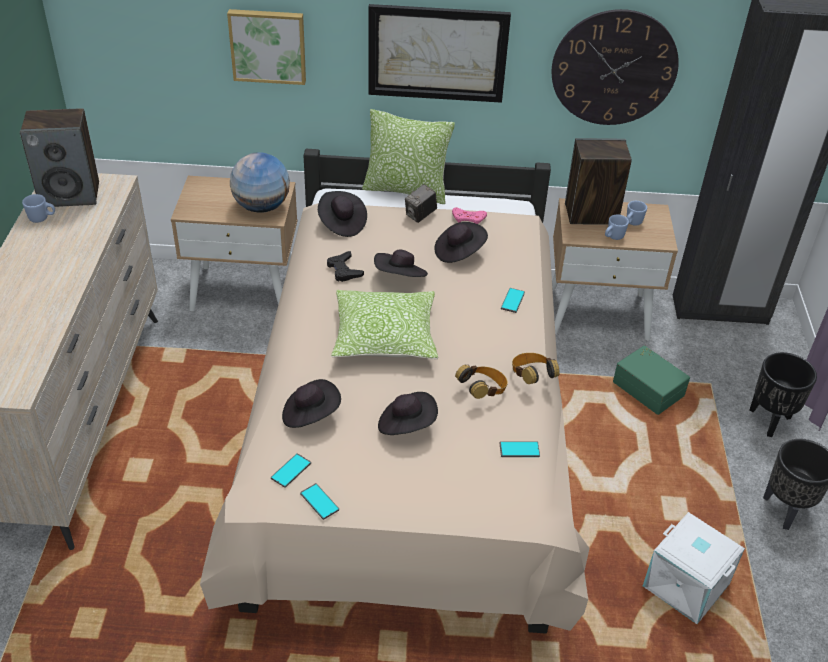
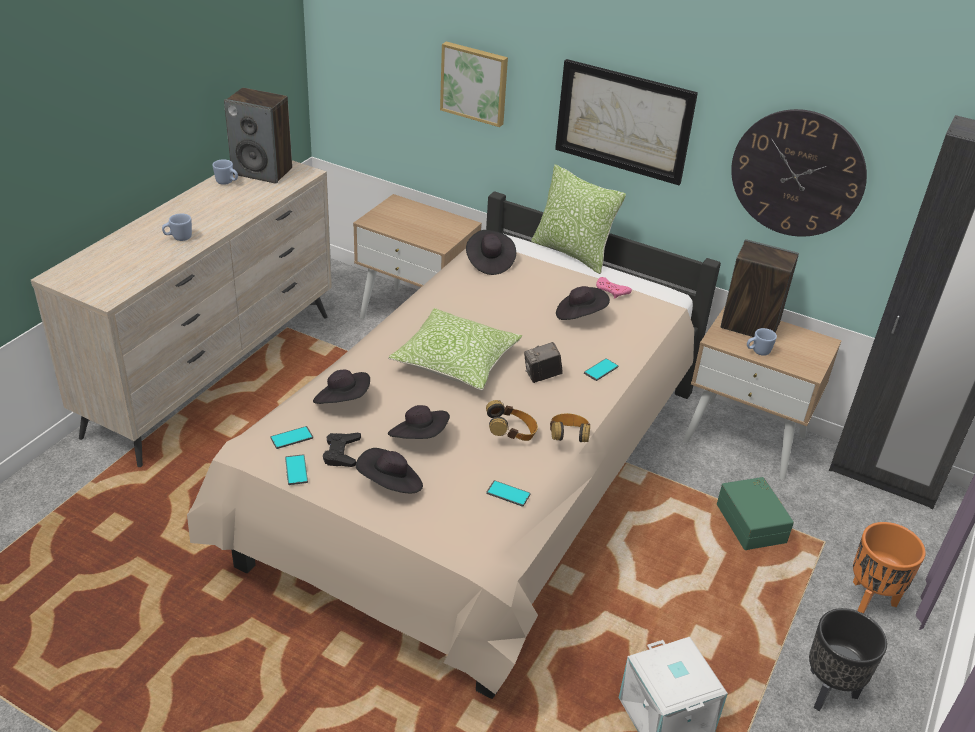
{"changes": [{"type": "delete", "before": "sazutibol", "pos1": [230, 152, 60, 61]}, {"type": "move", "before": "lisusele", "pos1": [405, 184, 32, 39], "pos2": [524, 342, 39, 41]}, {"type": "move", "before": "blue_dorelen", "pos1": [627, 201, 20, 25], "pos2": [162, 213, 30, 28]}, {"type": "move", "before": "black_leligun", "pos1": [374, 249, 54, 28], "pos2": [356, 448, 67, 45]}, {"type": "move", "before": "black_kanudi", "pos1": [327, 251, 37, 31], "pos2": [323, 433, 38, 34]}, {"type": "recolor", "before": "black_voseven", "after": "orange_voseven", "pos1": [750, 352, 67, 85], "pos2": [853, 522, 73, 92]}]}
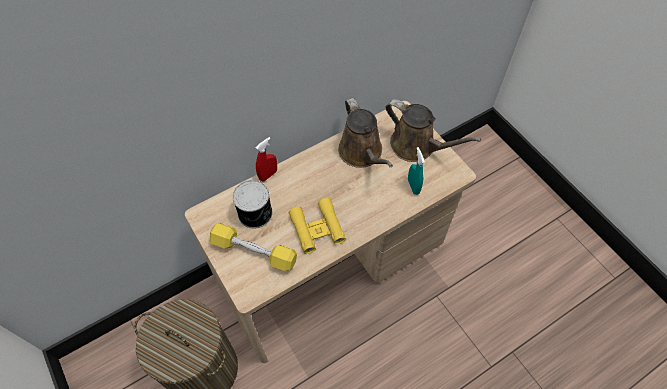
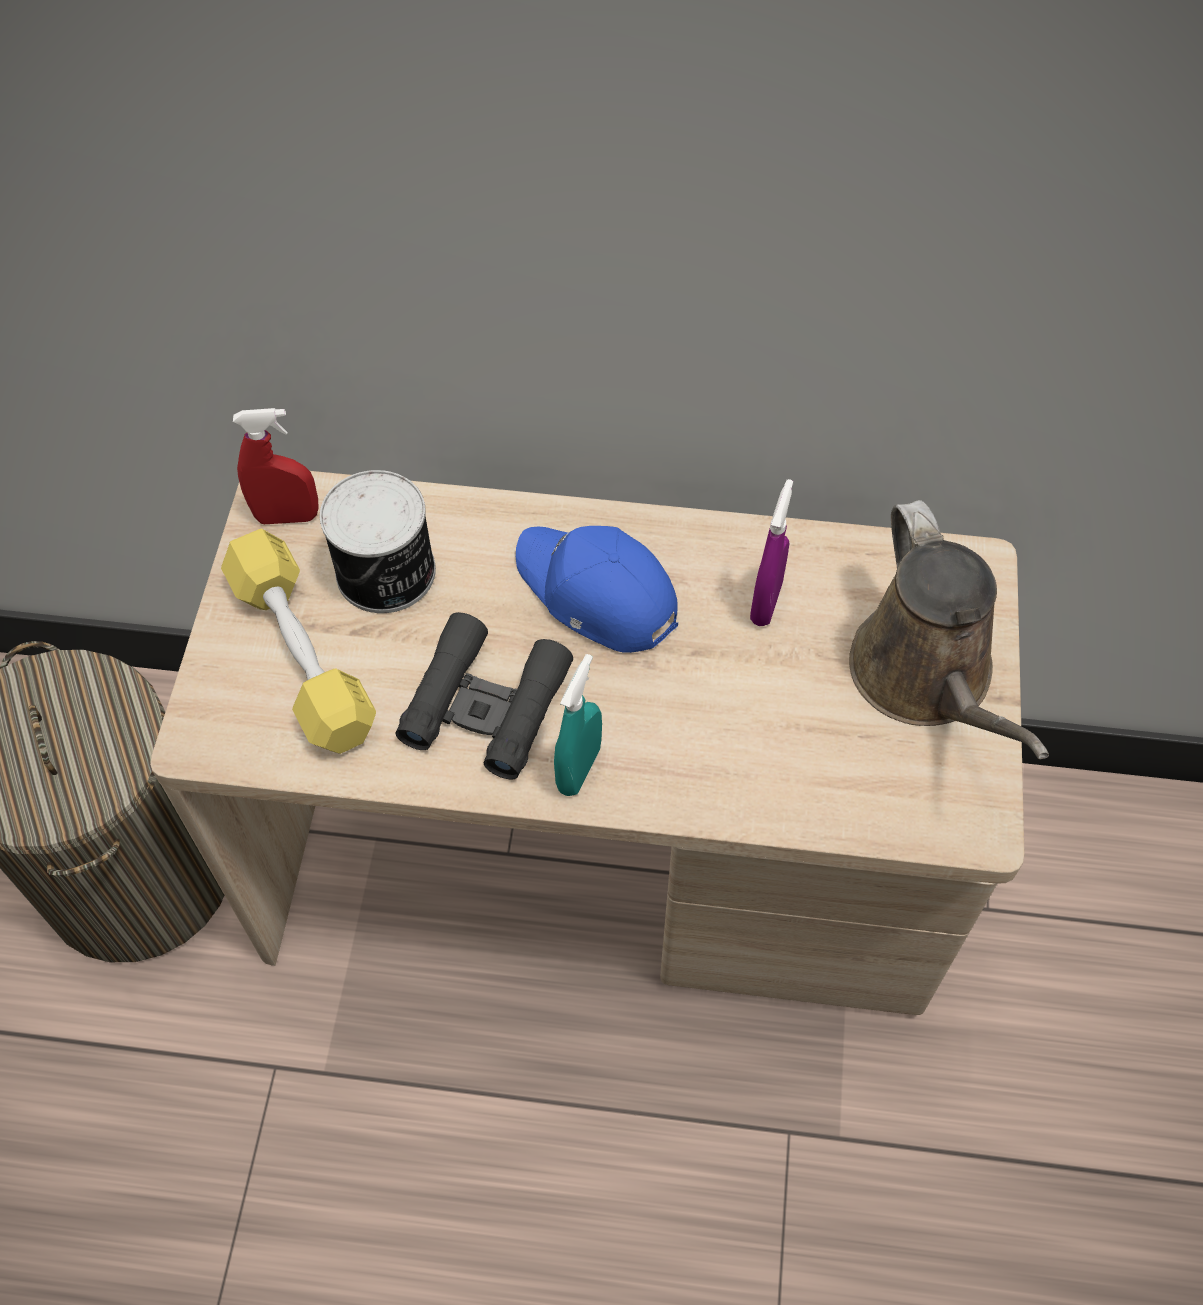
{"changes": [{"type": "replace", "before": "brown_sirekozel", "after": "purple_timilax", "pos1": [338, 98, 55, 70], "pos2": [750, 479, 43, 147]}, {"type": "move", "before": "red_timilax", "pos1": [256, 137, 21, 44], "pos2": [233, 408, 86, 116]}, {"type": "move", "before": "turquoise_timilax", "pos1": [408, 147, 17, 48], "pos2": [554, 654, 48, 142]}, {"type": "recolor", "before": "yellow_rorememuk", "after": "black_rorememuk", "pos1": [289, 198, 57, 56], "pos2": [395, 612, 178, 168]}, {"type": "insert", "after": "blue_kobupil", "pos2": [516, 526, 162, 127]}]}
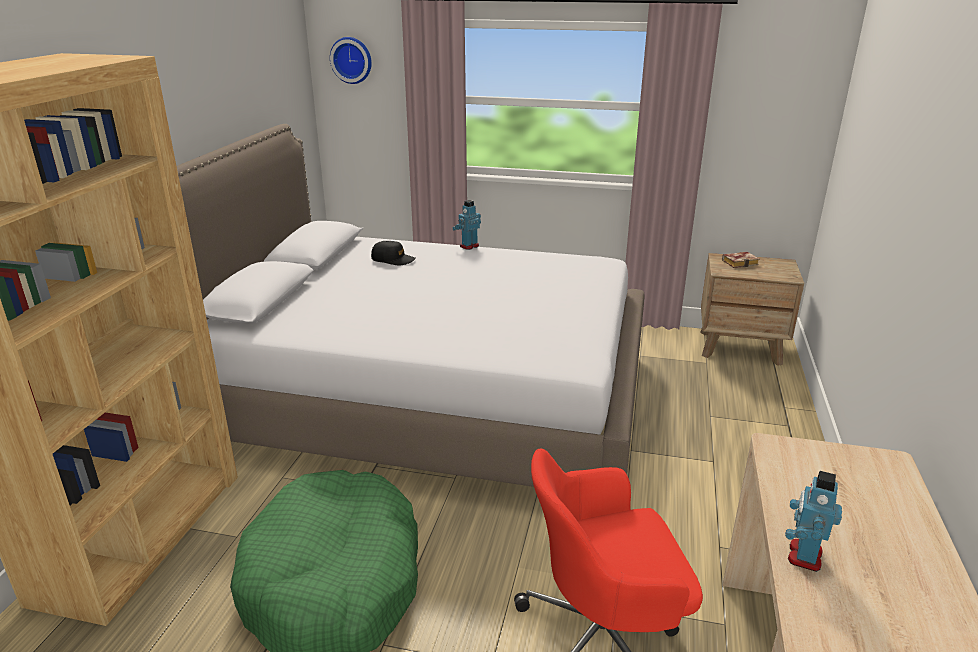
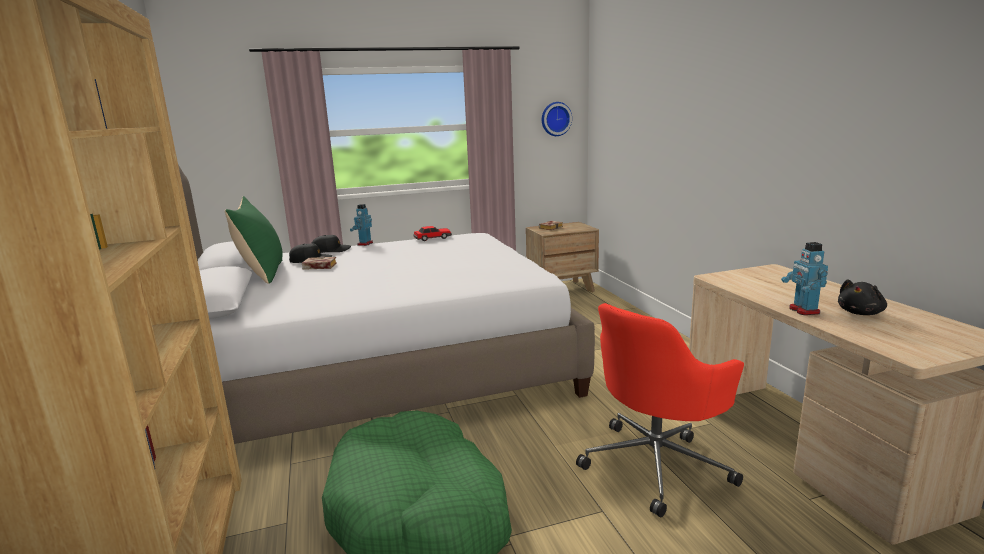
{"changes": [{"type": "move", "before": "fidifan", "pos1": [330, 37, 42, 47], "pos2": [542, 102, 30, 34]}, {"type": "insert", "after": "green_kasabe", "pos2": [225, 196, 58, 88]}, {"type": "insert", "after": "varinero", "pos2": [413, 226, 39, 15]}, {"type": "insert", "after": "black_kobupil", "pos2": [311, 235, 40, 18]}, {"type": "insert", "after": "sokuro", "pos2": [302, 256, 35, 14]}, {"type": "insert", "after": "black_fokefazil", "pos2": [838, 279, 49, 36]}]}
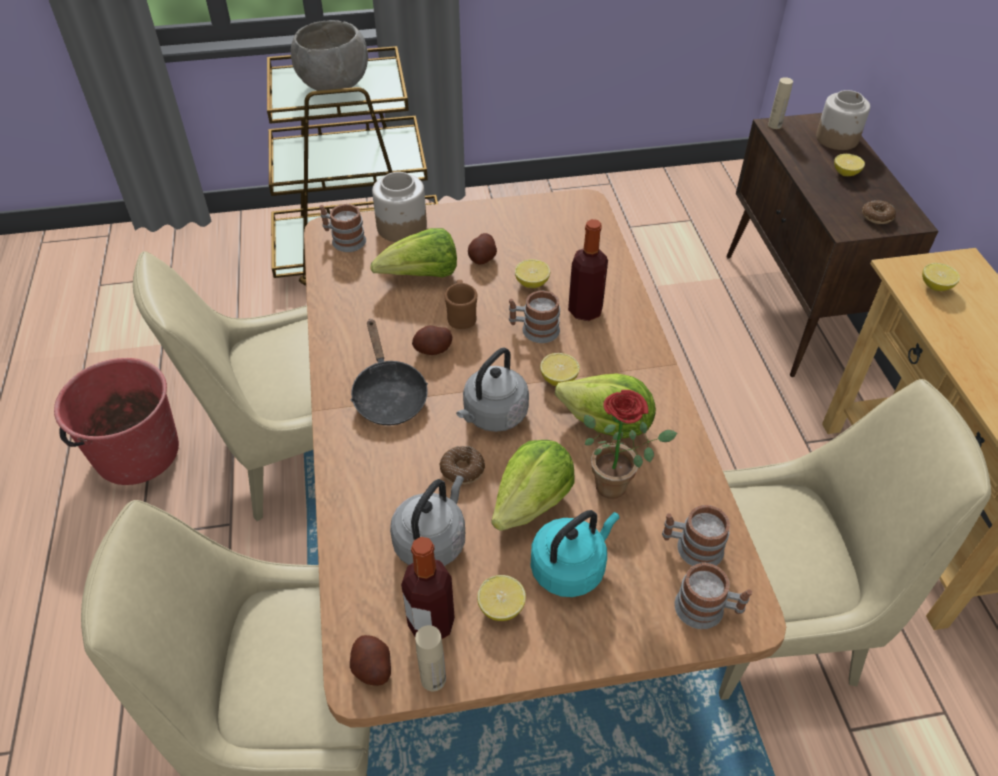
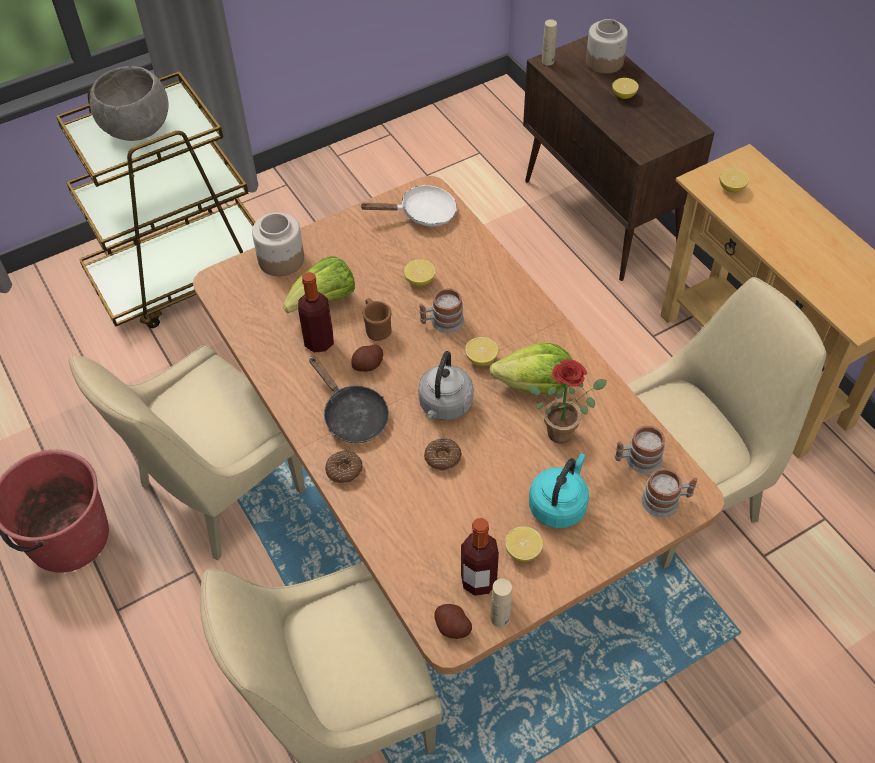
{"changes": [{"type": "move", "before": "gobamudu", "pos1": [862, 200, 34, 24], "pos2": [325, 451, 37, 33]}, {"type": "delete", "before": "dorelen", "pos1": [319, 204, 47, 48]}, {"type": "move", "before": "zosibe", "pos1": [568, 219, 40, 102], "pos2": [298, 272, 36, 81]}, {"type": "delete", "before": "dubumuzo", "pos1": [468, 233, 29, 31]}, {"type": "delete", "before": "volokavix", "pos1": [491, 440, 84, 91]}, {"type": "delete", "before": "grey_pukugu", "pos1": [390, 476, 75, 90]}, {"type": "insert", "after": "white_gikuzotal", "pos2": [360, 185, 97, 42]}]}
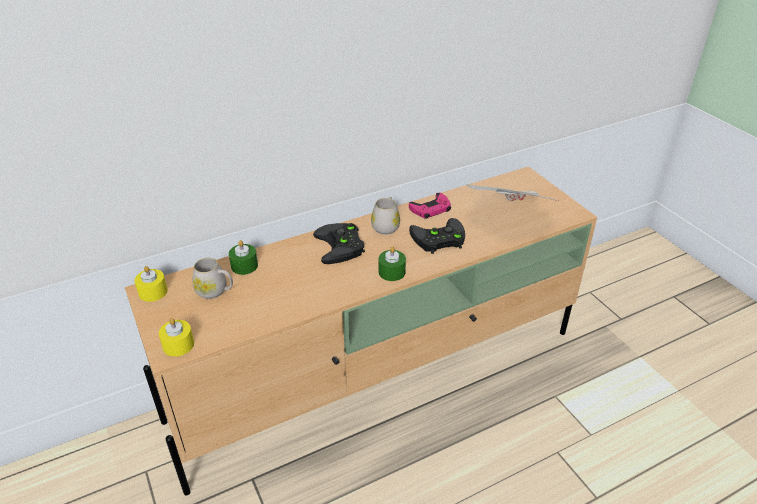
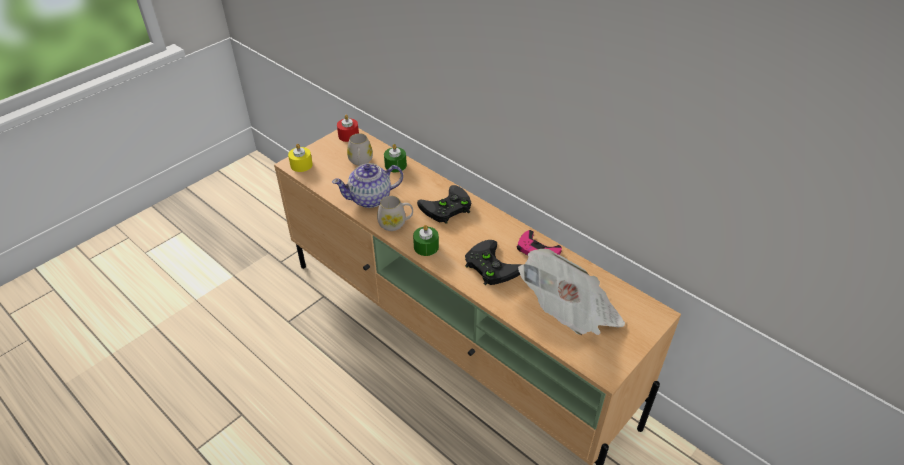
{"changes": [{"type": "move", "before": "white_dorelen", "pos1": [371, 197, 29, 38], "pos2": [377, 196, 36, 35]}, {"type": "recolor", "before": "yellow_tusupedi", "after": "red_tusupedi", "pos1": [134, 266, 34, 36], "pos2": [337, 115, 22, 27]}, {"type": "insert", "after": "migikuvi", "pos2": [332, 163, 71, 45]}]}
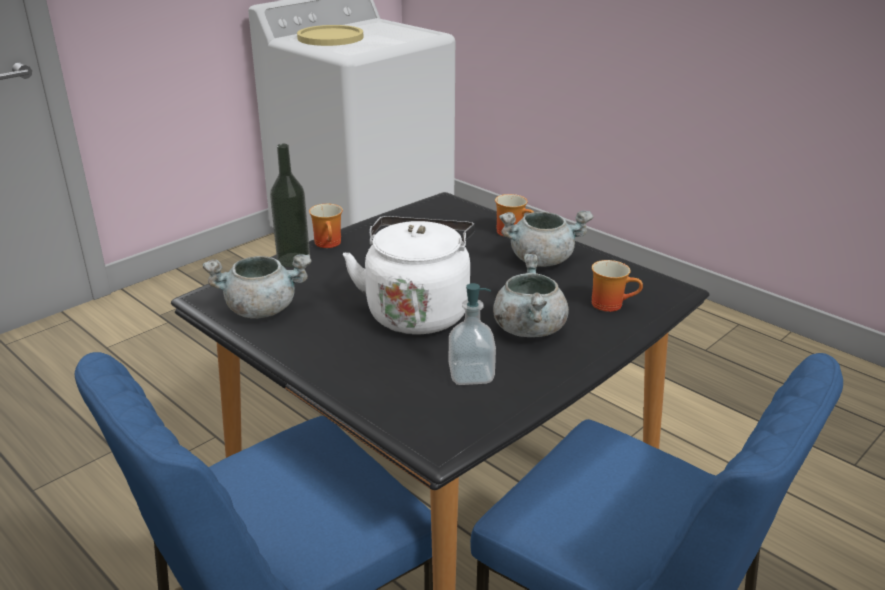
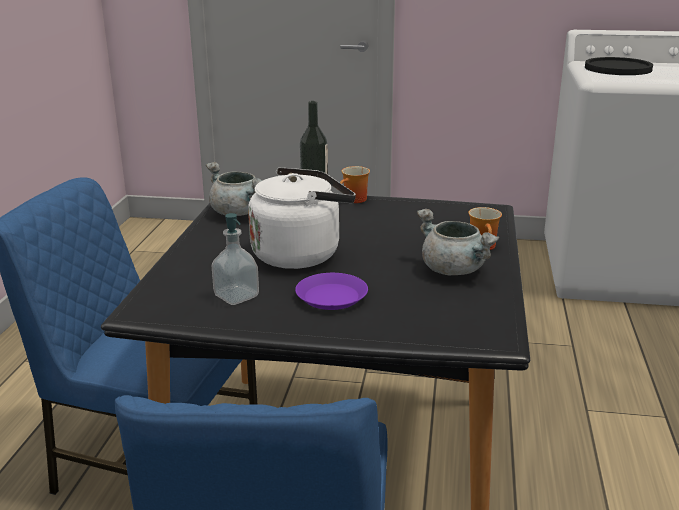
{"changes": [{"type": "recolor", "before": "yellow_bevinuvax", "after": "black_bevinuvax", "pos1": [297, 25, 67, 21], "pos2": [585, 57, 68, 18]}, {"type": "replace", "before": "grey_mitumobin", "after": "purple_bevinuvax", "pos1": [493, 254, 76, 83], "pos2": [295, 273, 73, 37]}, {"type": "delete", "before": "dorelen", "pos1": [592, 260, 51, 52]}]}
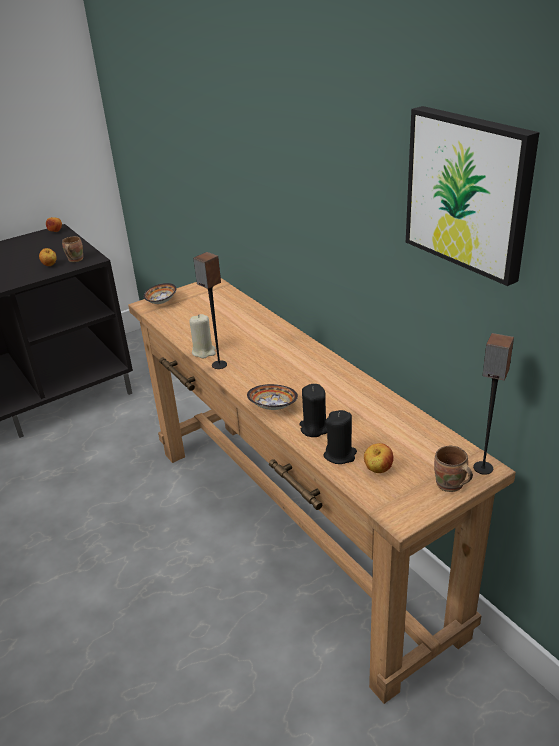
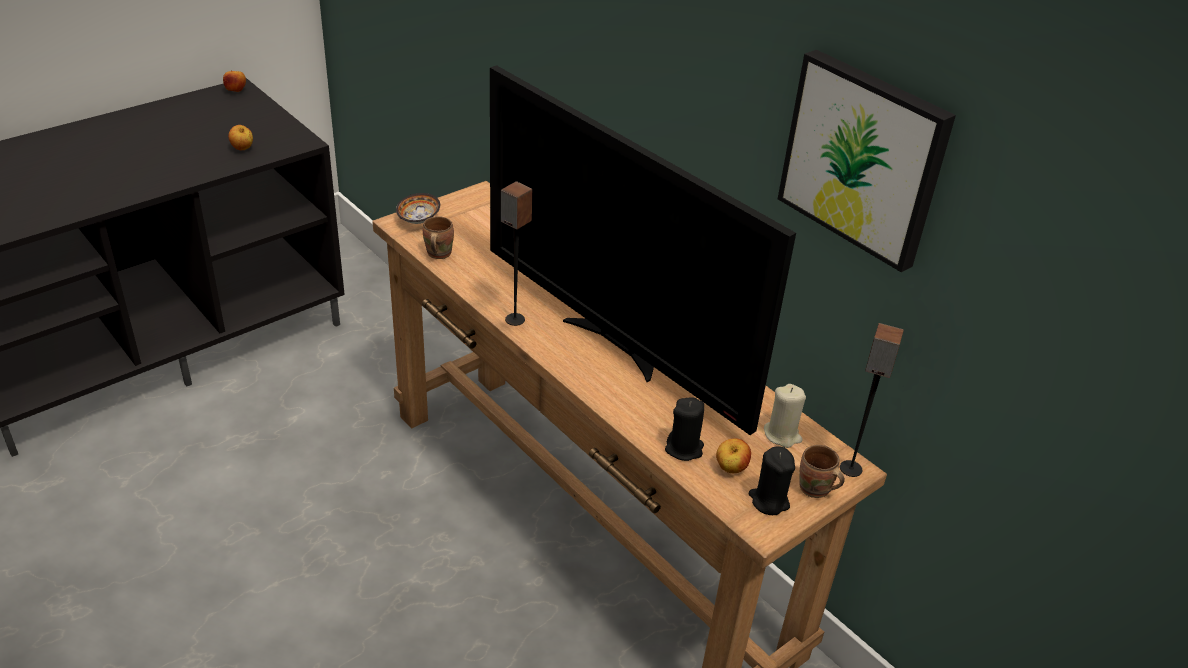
{"changes": [{"type": "move", "before": "brown_dorelen", "pos1": [62, 236, 21, 26], "pos2": [423, 216, 31, 43]}, {"type": "move", "before": "beige_tusupedi", "pos1": [189, 314, 27, 44], "pos2": [764, 384, 42, 64]}, {"type": "delete", "before": "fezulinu", "pos1": [247, 384, 51, 26]}, {"type": "move", "before": "black_tusupedi", "pos1": [299, 384, 28, 53], "pos2": [749, 446, 46, 69]}, {"type": "insert", "after": "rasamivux", "pos2": [490, 65, 306, 370]}]}
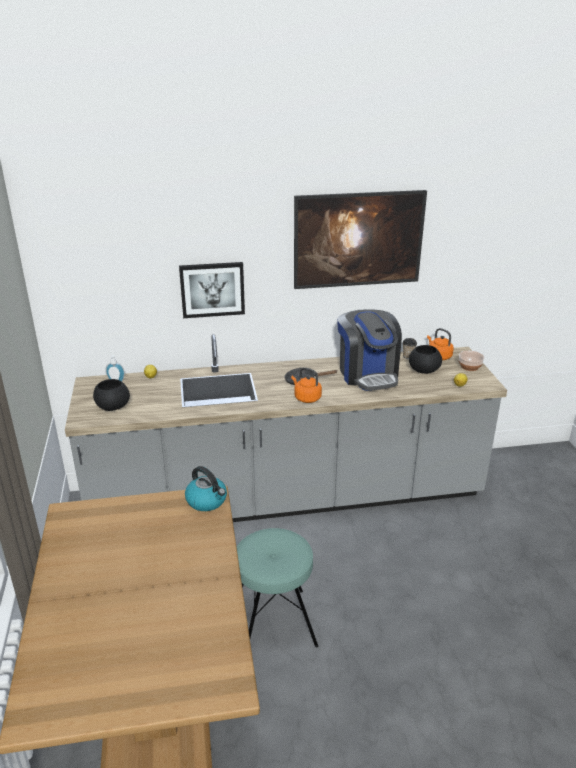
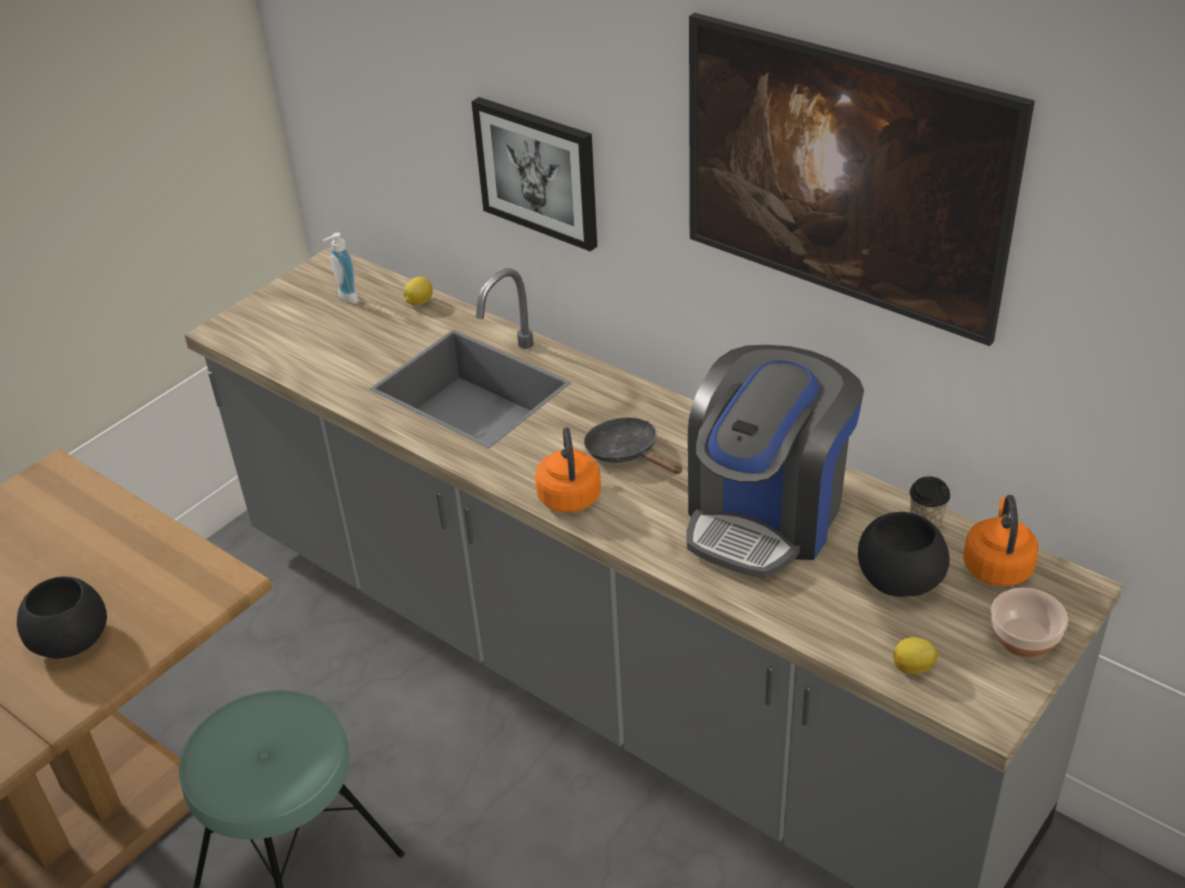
{"changes": [{"type": "move", "before": "black_fezulinu", "pos1": [93, 379, 37, 32], "pos2": [17, 576, 90, 83]}, {"type": "delete", "before": "pukugu", "pos1": [185, 466, 42, 45]}]}
